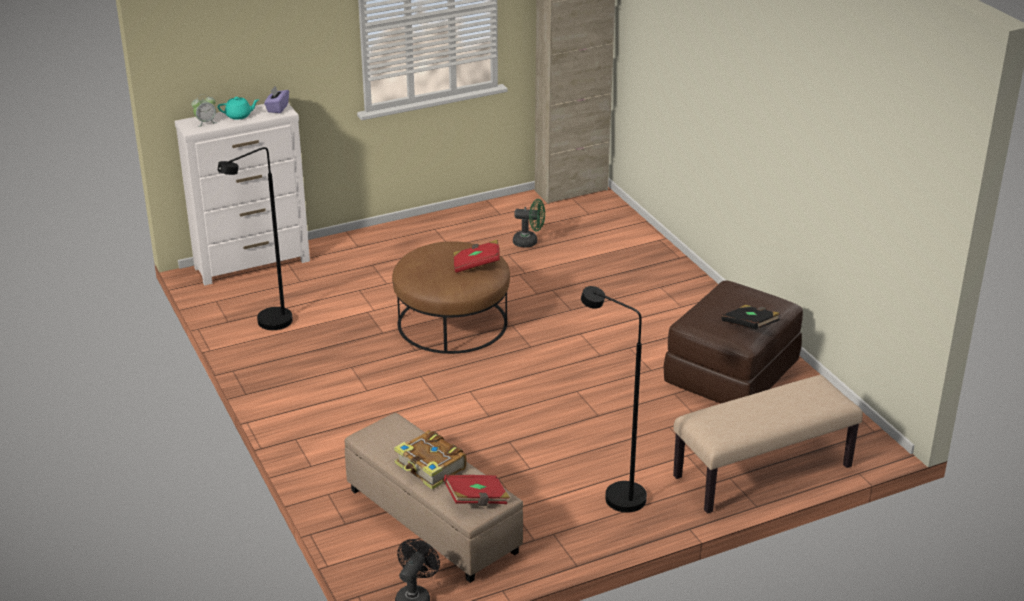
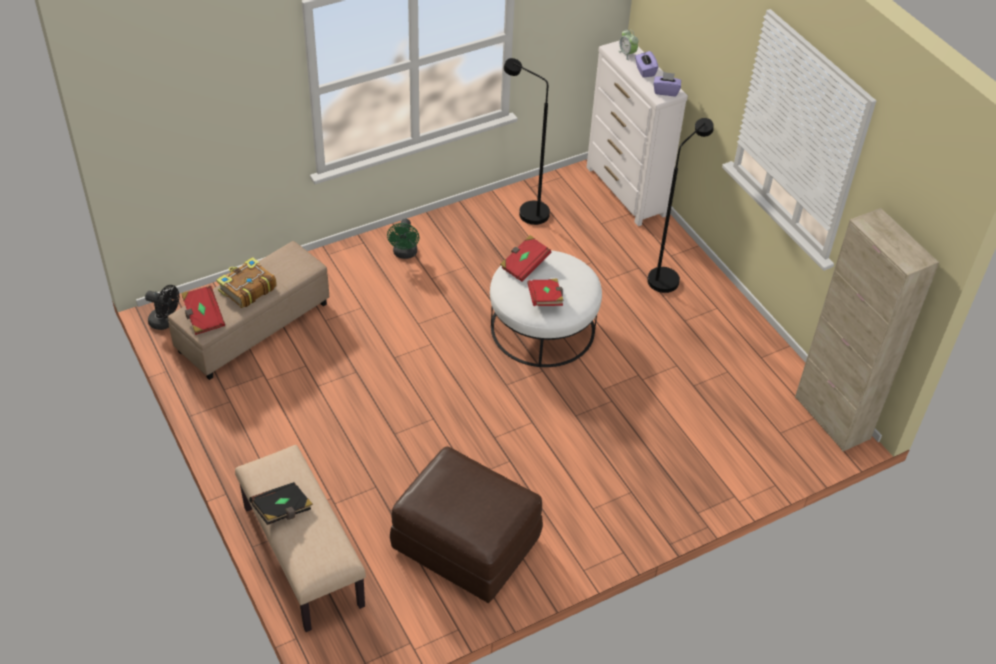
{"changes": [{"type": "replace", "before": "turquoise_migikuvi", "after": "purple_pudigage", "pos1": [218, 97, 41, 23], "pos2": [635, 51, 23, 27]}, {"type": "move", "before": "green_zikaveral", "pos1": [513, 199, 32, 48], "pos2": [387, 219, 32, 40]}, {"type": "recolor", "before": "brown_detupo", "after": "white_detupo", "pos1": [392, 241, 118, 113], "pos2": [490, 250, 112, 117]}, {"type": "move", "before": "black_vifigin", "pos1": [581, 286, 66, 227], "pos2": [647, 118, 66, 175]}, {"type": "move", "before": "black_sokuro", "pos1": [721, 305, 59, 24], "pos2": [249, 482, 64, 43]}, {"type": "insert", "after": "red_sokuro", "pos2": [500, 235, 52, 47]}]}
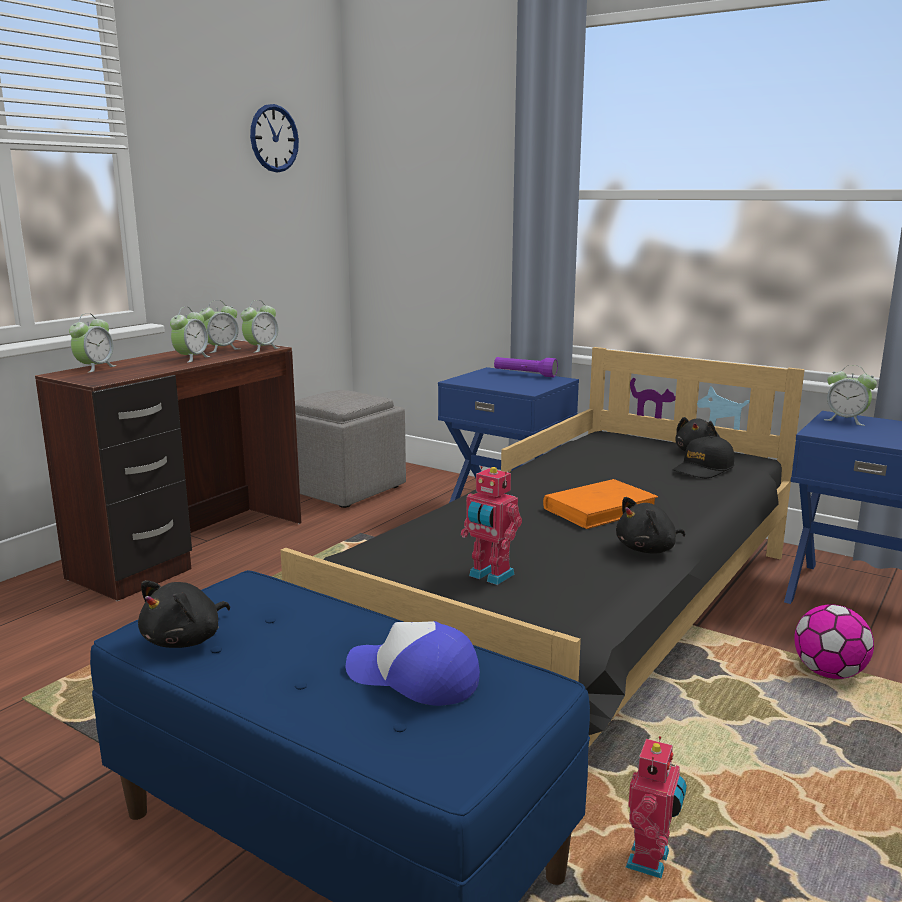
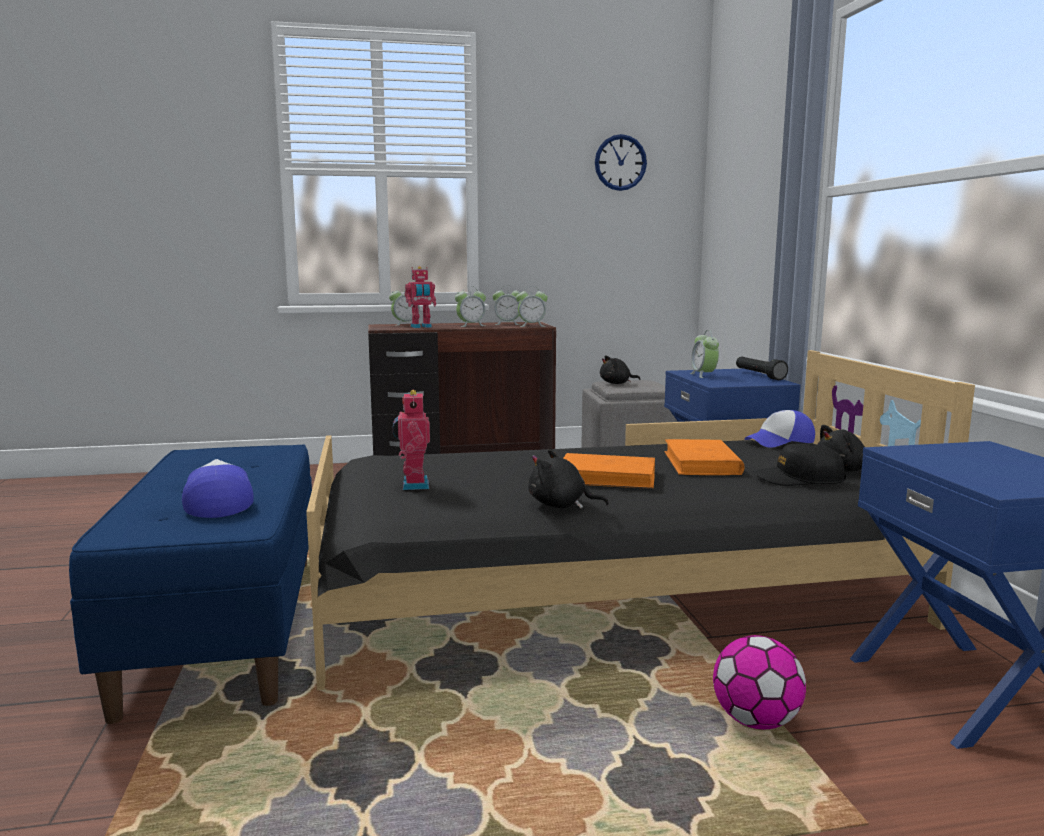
{"changes": [{"type": "recolor", "before": "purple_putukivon", "after": "black_putukivon", "pos1": [494, 357, 64, 20], "pos2": [736, 356, 52, 24]}, {"type": "move", "before": "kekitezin", "pos1": [824, 365, 53, 61], "pos2": [690, 330, 29, 48]}, {"type": "move", "before": "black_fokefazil", "pos1": [138, 580, 92, 68], "pos2": [600, 355, 41, 29]}, {"type": "move", "before": "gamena", "pos1": [626, 736, 61, 142], "pos2": [405, 266, 31, 62]}, {"type": "insert", "after": "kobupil", "pos2": [744, 410, 71, 38]}, {"type": "insert", "after": "orange_sokuro", "pos2": [665, 439, 80, 36]}]}
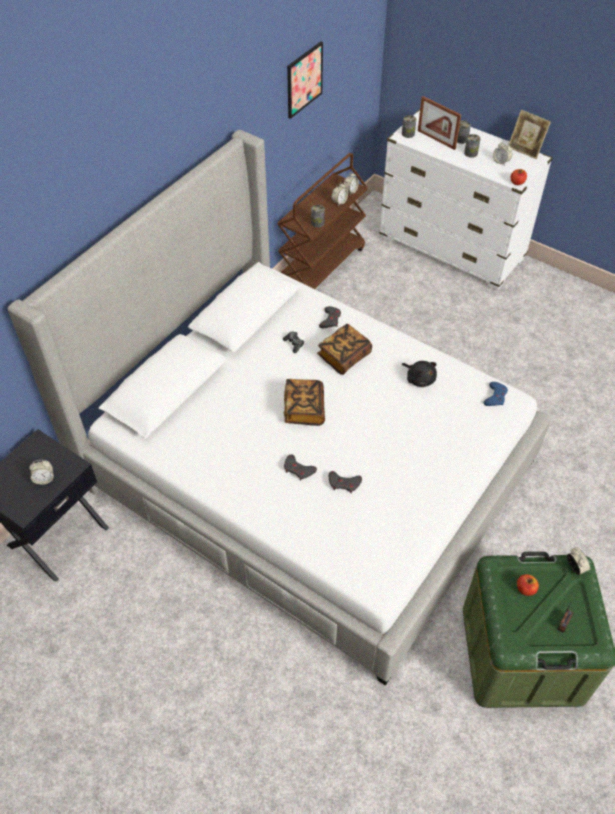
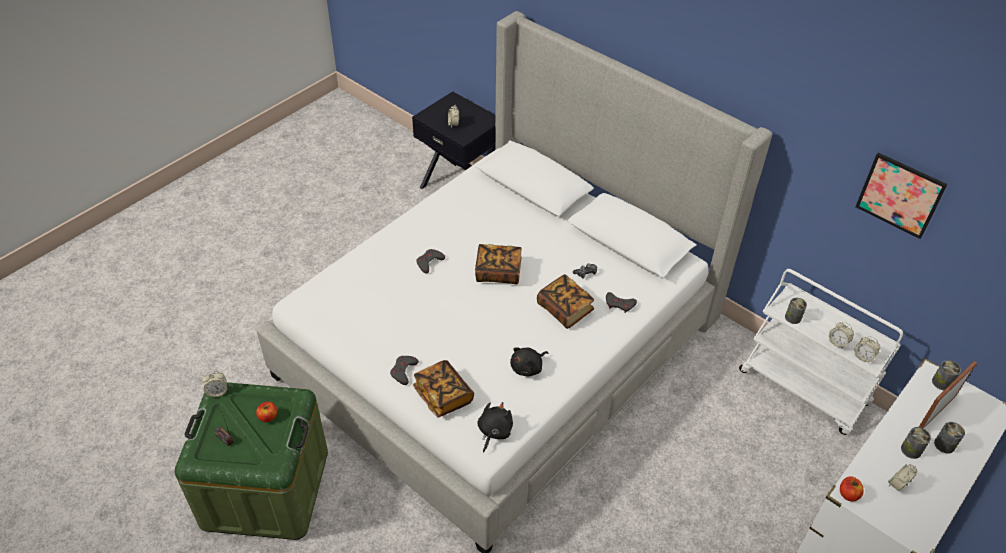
{"changes": [{"type": "delete", "before": "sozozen", "pos1": [508, 110, 43, 49]}, {"type": "recolor", "before": "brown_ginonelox", "after": "white_ginonelox", "pos1": [277, 153, 91, 136], "pos2": [739, 269, 164, 166]}, {"type": "replace", "before": "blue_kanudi", "after": "black_fokefazil", "pos1": [483, 382, 25, 24], "pos2": [477, 402, 36, 50]}, {"type": "move", "before": "grey_kanudi", "pos1": [329, 471, 33, 22], "pos2": [390, 356, 29, 29]}, {"type": "move", "before": "kekitezin", "pos1": [567, 548, 23, 27], "pos2": [203, 371, 24, 26]}, {"type": "insert", "after": "sokuro", "pos2": [413, 360, 61, 57]}]}
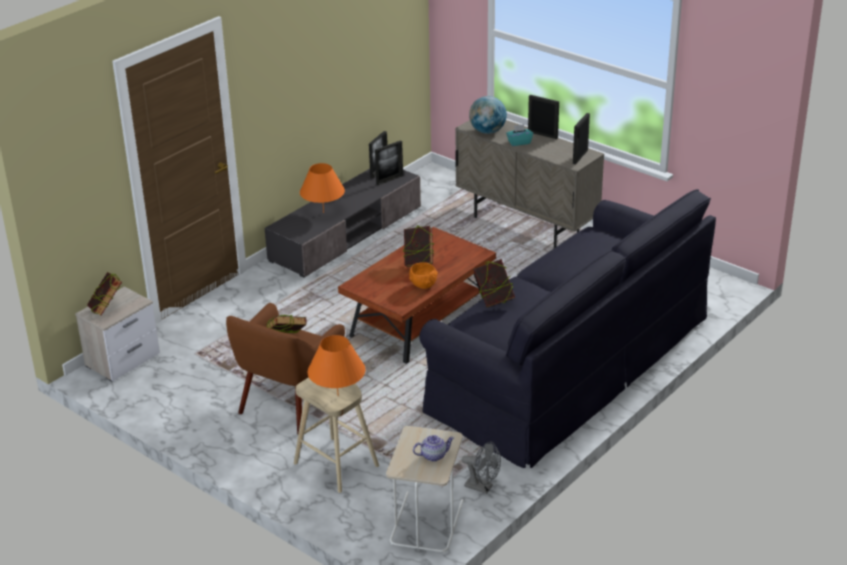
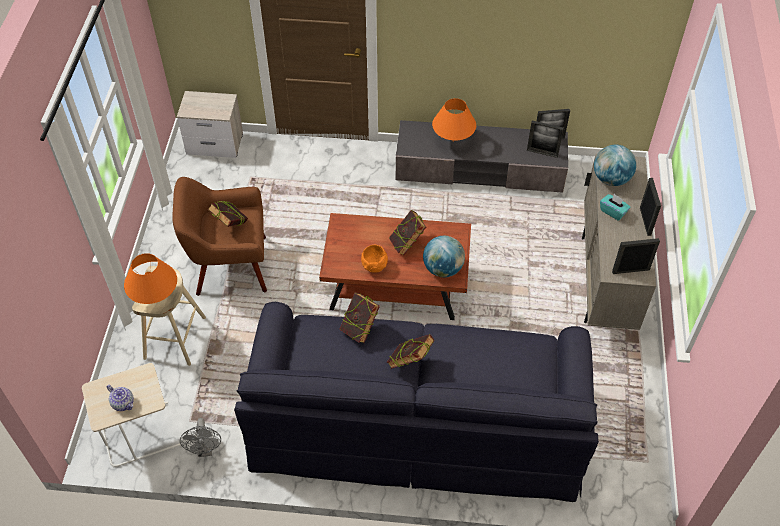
{"changes": [{"type": "move", "before": "sokuro", "pos1": [87, 272, 35, 44], "pos2": [386, 334, 49, 35]}, {"type": "insert", "after": "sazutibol", "pos2": [423, 236, 42, 41]}]}
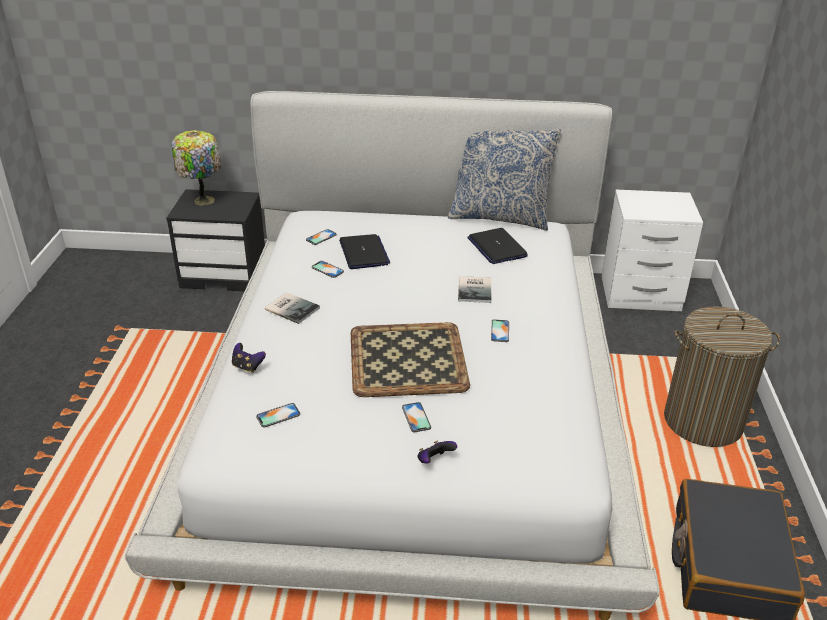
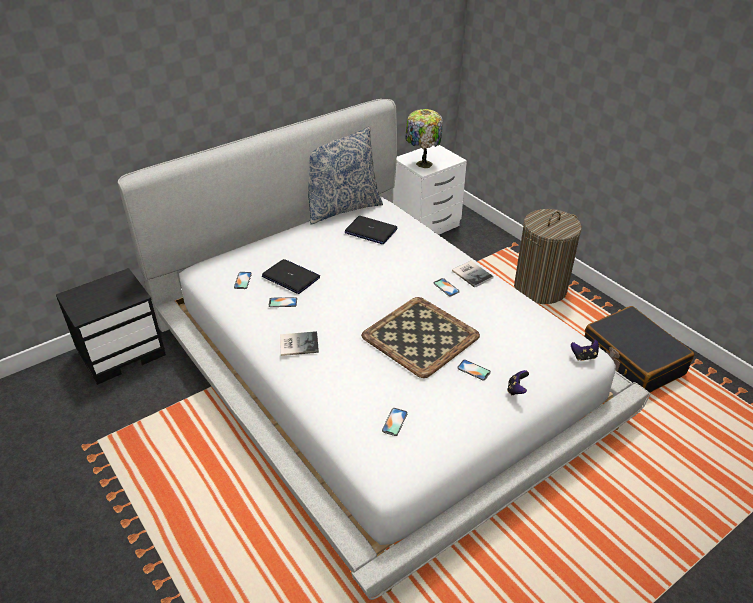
{"changes": [{"type": "move", "before": "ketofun", "pos1": [171, 130, 50, 75], "pos2": [405, 109, 38, 59]}, {"type": "move", "before": "sokuro", "pos1": [458, 276, 33, 27], "pos2": [452, 261, 42, 27]}, {"type": "move", "before": "kanudi", "pos1": [232, 343, 34, 30], "pos2": [571, 339, 28, 22]}]}
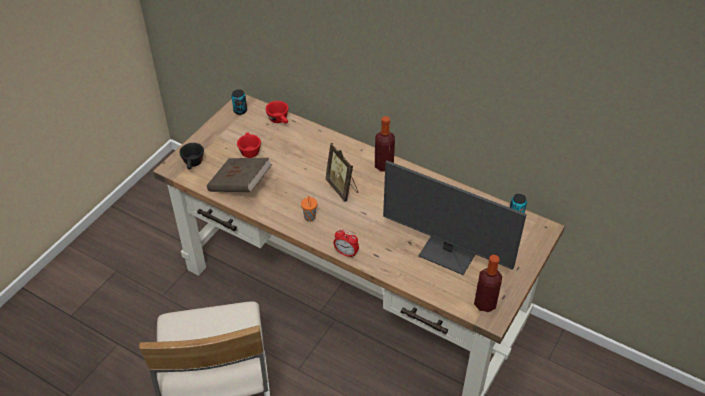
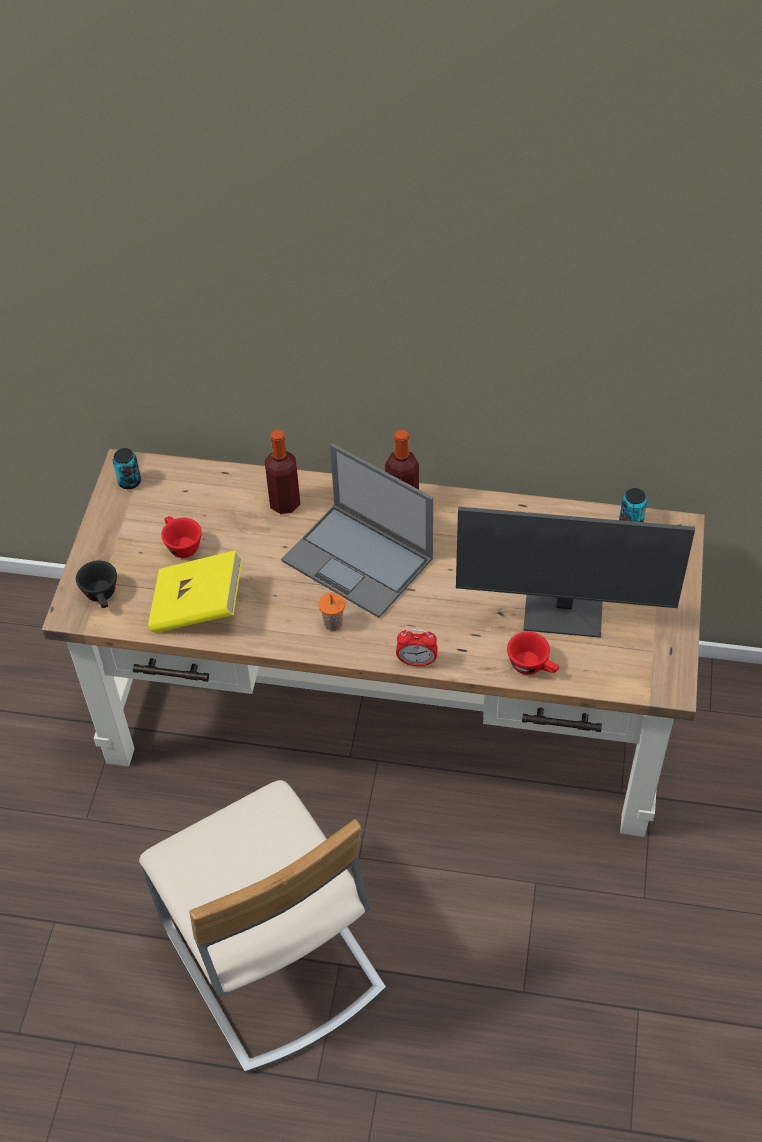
{"changes": [{"type": "move", "before": "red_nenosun", "pos1": [266, 101, 23, 23], "pos2": [507, 631, 52, 44]}, {"type": "replace", "before": "sozozen", "after": "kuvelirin", "pos1": [325, 143, 33, 59], "pos2": [281, 443, 152, 175]}, {"type": "recolor", "before": "brown_sokuro", "after": "yellow_sokuro", "pos1": [207, 158, 65, 34], "pos2": [148, 550, 94, 83]}, {"type": "move", "before": "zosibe", "pos1": [474, 255, 28, 57], "pos2": [264, 430, 37, 84]}]}
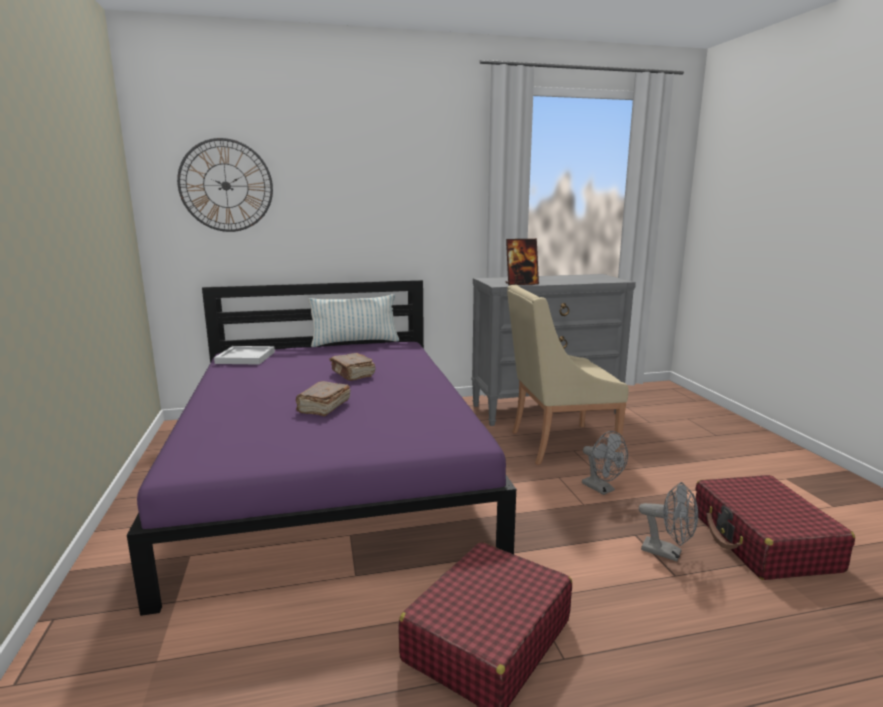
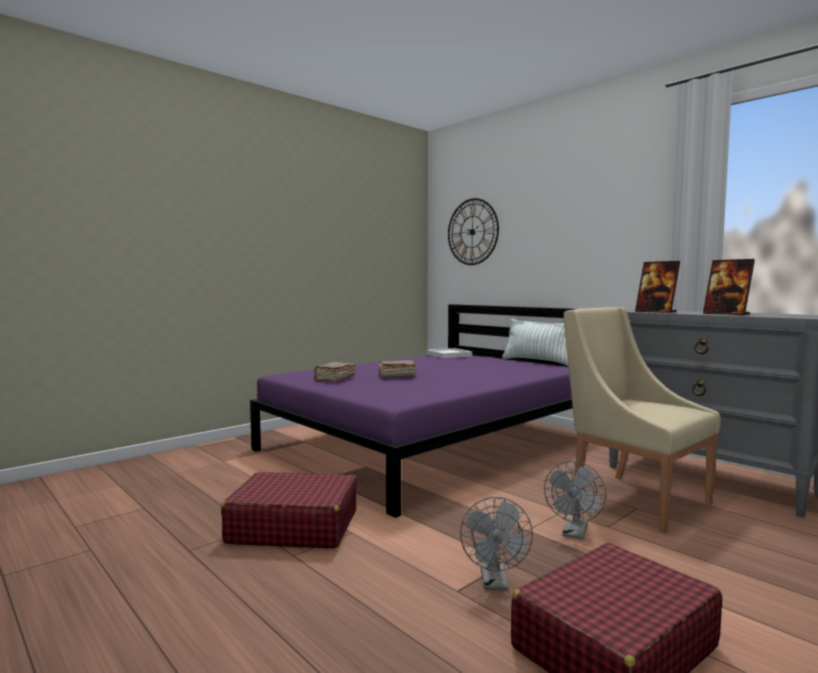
{"changes": [{"type": "move", "before": "brown_sokuro", "pos1": [330, 353, 46, 28], "pos2": [314, 362, 42, 20]}, {"type": "insert", "after": "sozozen", "pos2": [703, 259, 52, 56]}]}
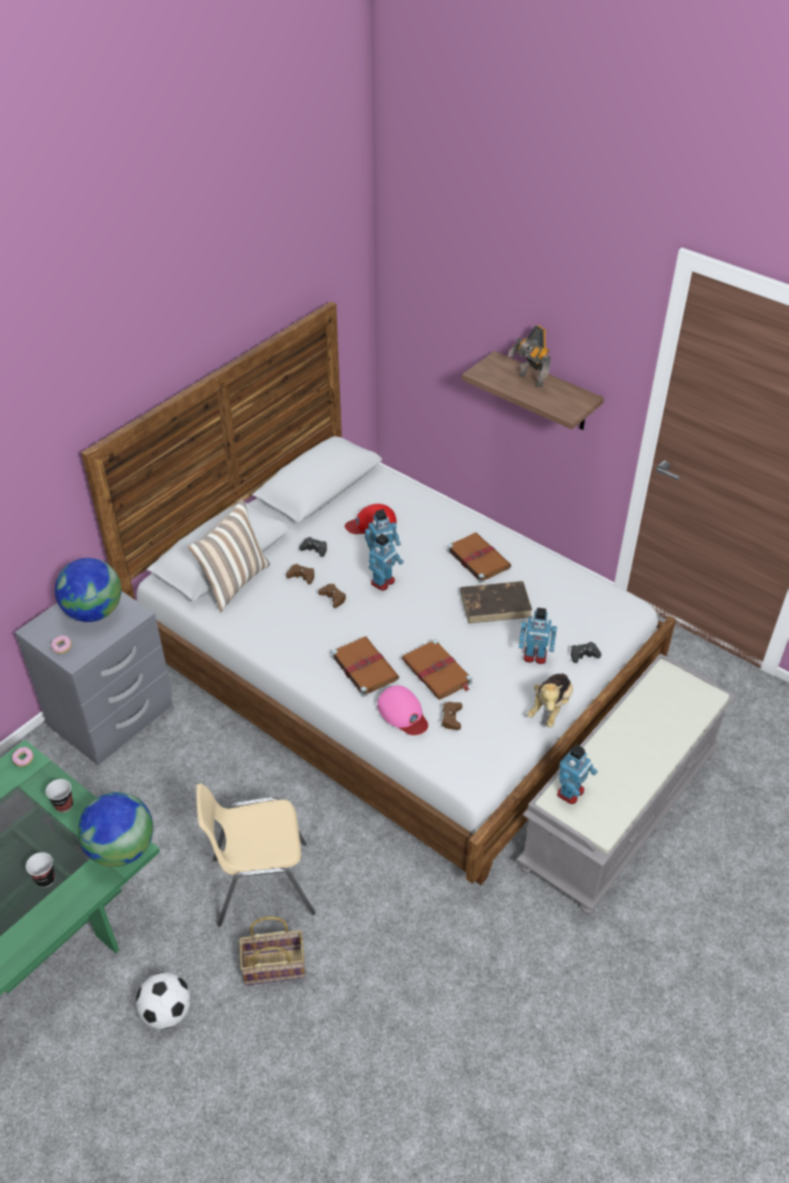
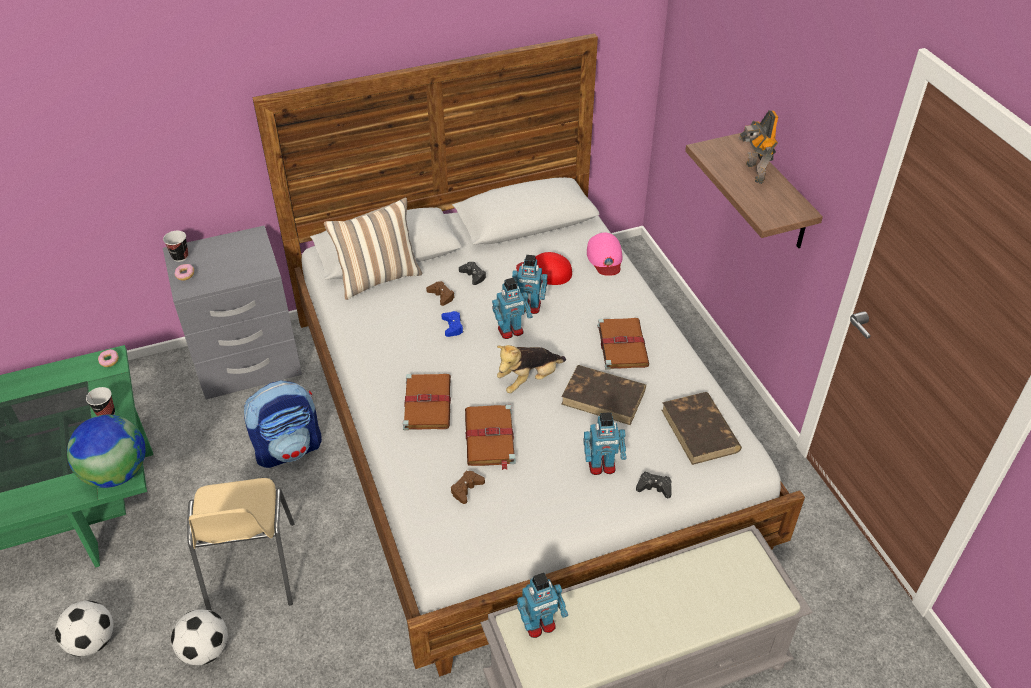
{"changes": [{"type": "delete", "before": "sazutibol", "pos1": [55, 558, 66, 64]}, {"type": "recolor", "before": "brown_kanudi", "after": "blue_kanudi", "pos1": [318, 584, 28, 24], "pos2": [442, 311, 22, 26]}, {"type": "rotate", "before": "gamena", "pos1": [519, 608, 38, 56], "pos2": [583, 412, 44, 63], "turn": -45}, {"type": "move", "before": "fokefazil", "pos1": [527, 673, 46, 55], "pos2": [497, 345, 69, 48]}, {"type": "move", "before": "pink_kobupil", "pos1": [377, 685, 51, 50], "pos2": [587, 233, 36, 43]}, {"type": "rotate", "before": "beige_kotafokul", "pos1": [196, 783, 120, 144], "pos2": [187, 478, 108, 133], "turn": -120}, {"type": "move", "before": "nenosun", "pos1": [26, 852, 29, 35], "pos2": [163, 231, 25, 31]}, {"type": "replace", "before": "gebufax", "after": "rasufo", "pos1": [239, 916, 66, 70], "pos2": [171, 609, 57, 56]}, {"type": "insert", "after": "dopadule", "pos2": [244, 380, 78, 88]}, {"type": "insert", "after": "brown_sokuro", "pos2": [662, 392, 80, 73]}]}
